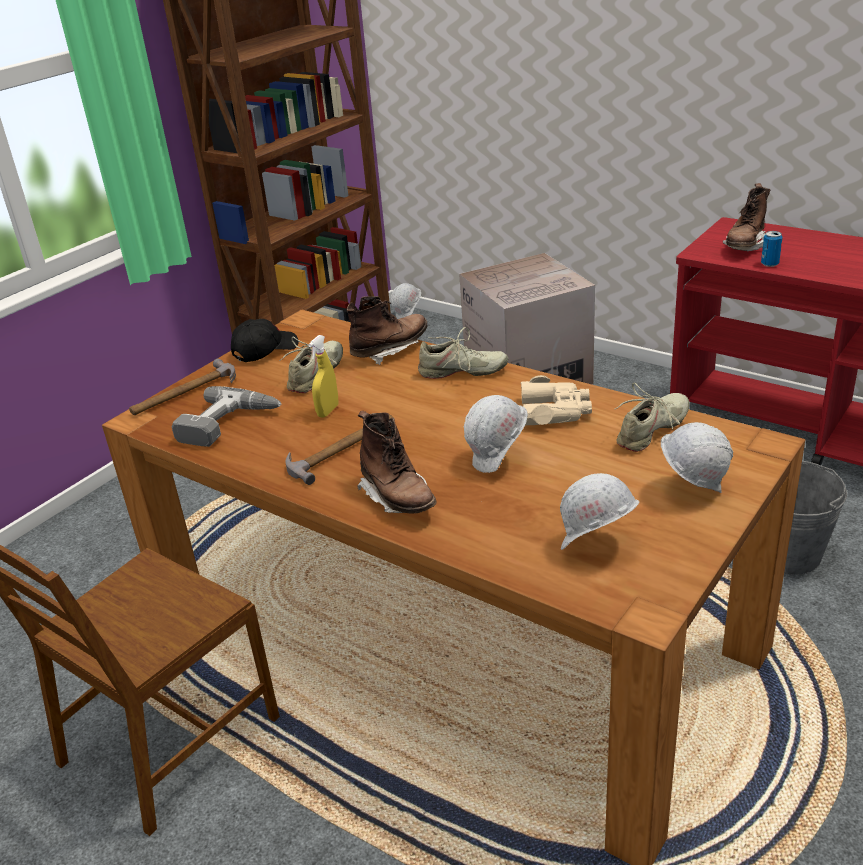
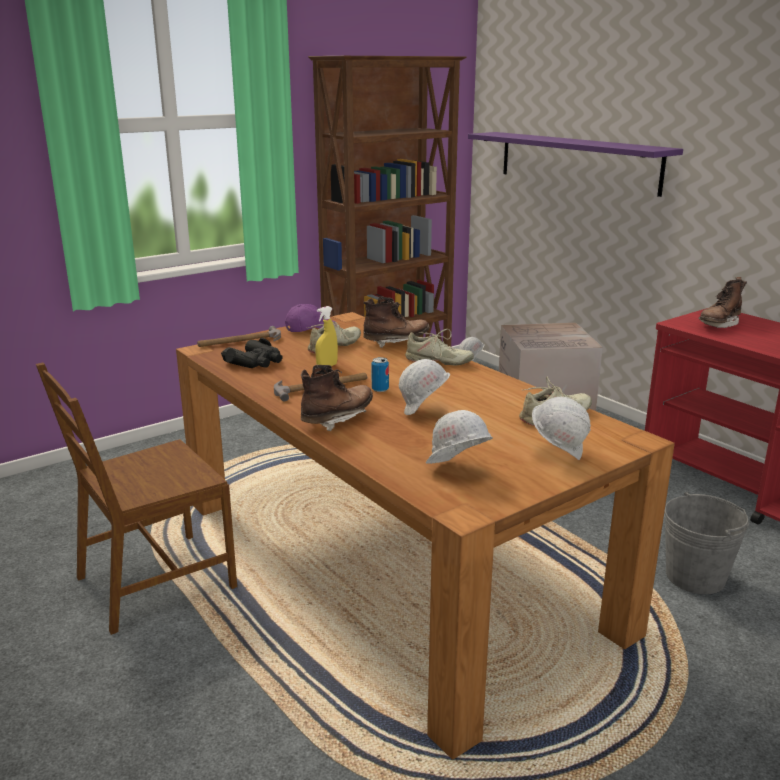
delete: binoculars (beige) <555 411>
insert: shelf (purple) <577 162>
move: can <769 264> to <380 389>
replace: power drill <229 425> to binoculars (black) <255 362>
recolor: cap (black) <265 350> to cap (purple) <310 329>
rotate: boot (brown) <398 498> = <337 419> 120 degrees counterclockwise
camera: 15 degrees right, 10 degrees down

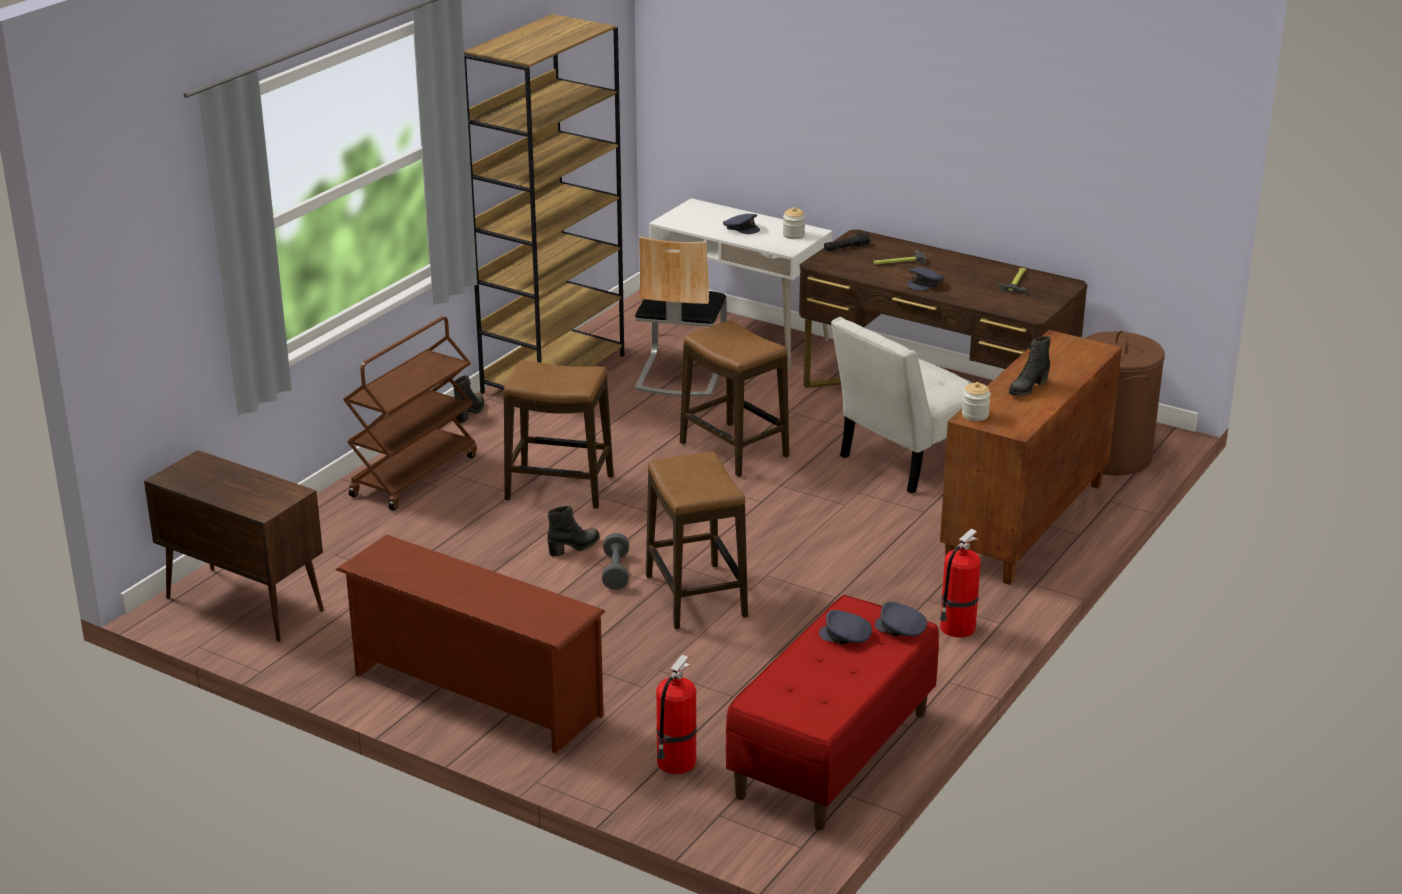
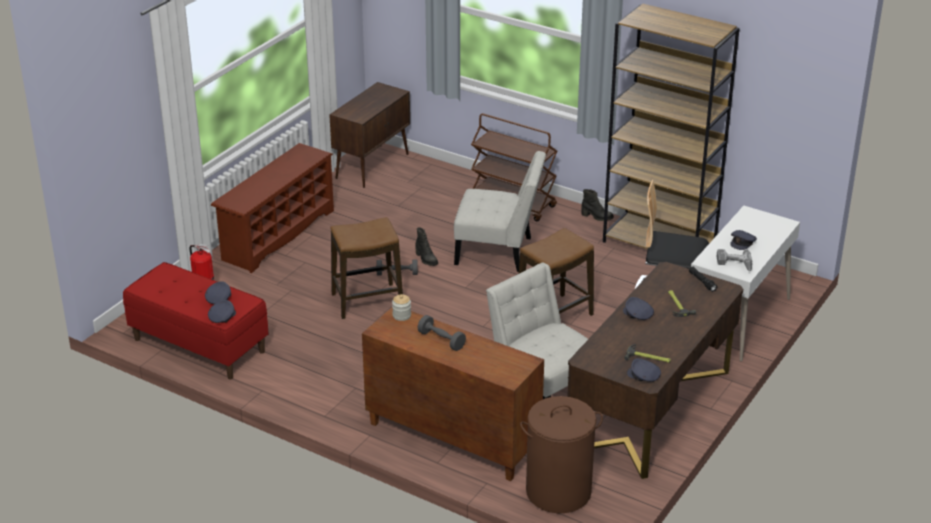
delete: fire extinguisher <956 628>
insert: cap (grey) <643 376>
replace: stool <560 488> to chair (white) <498 252>; jar <793 235> to power drill <734 264>; boot (black) <1027 389> to dumbbell (grey) <441 340>
camera: 90 degrees right, 5 degrees up

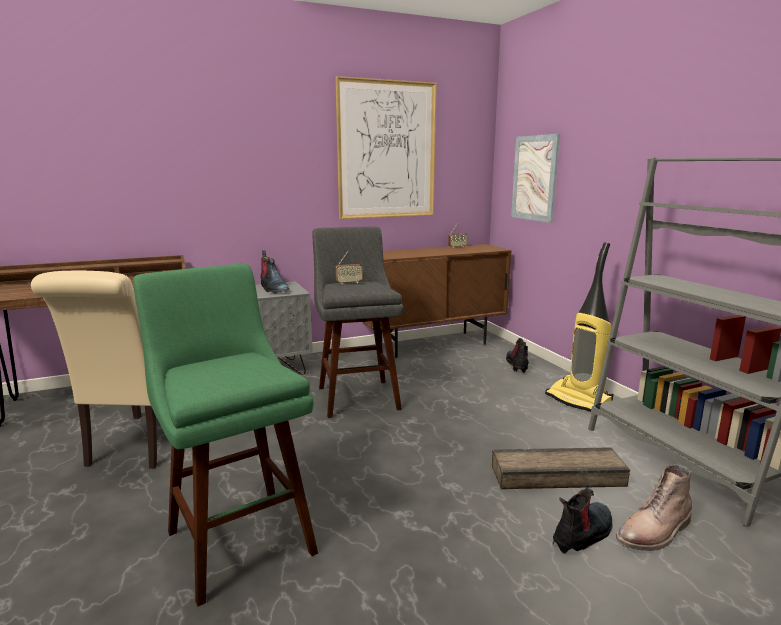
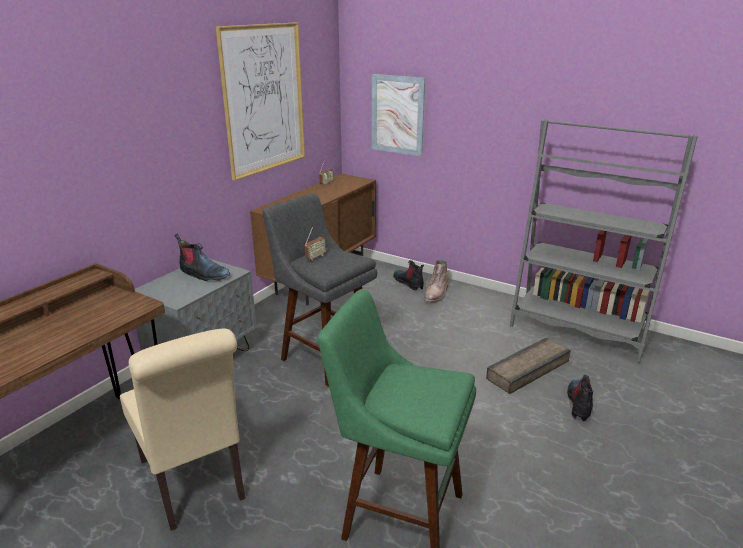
delete: vacuum cleaner <579 400>
move: boot (brown) <654 532> to <436 294>
camera: 35 degrees left, 10 degrees up

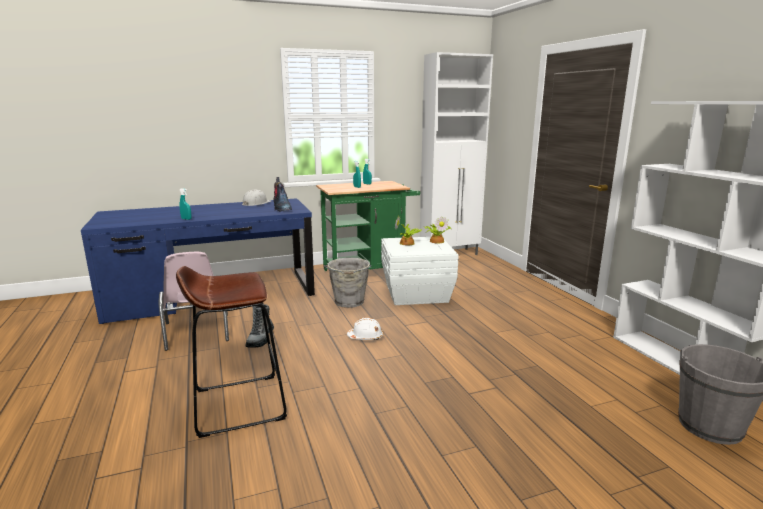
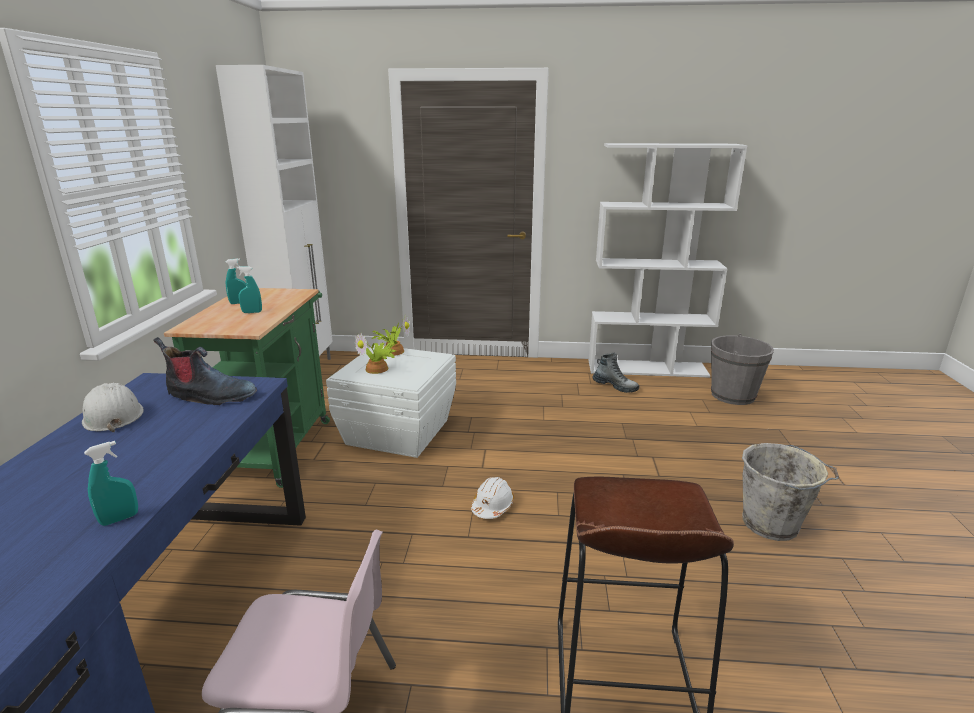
move: boot <260 338> to <615 386>; bucket (grey) <349 302> to <773 524>
camera: 65 degrees left, 5 degrees up

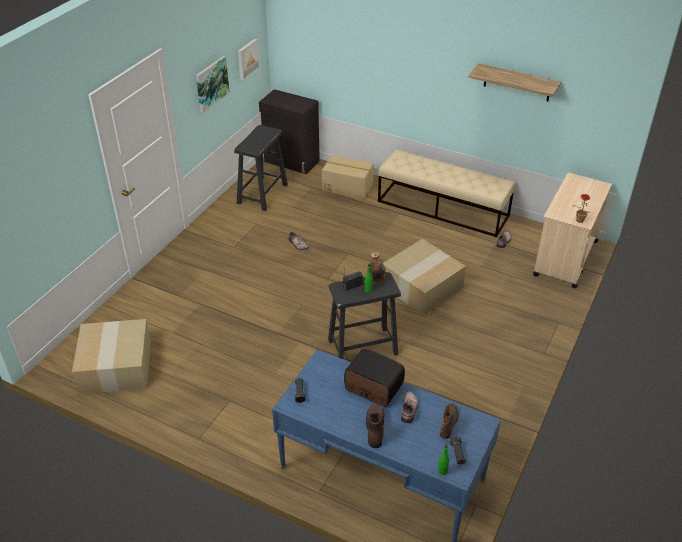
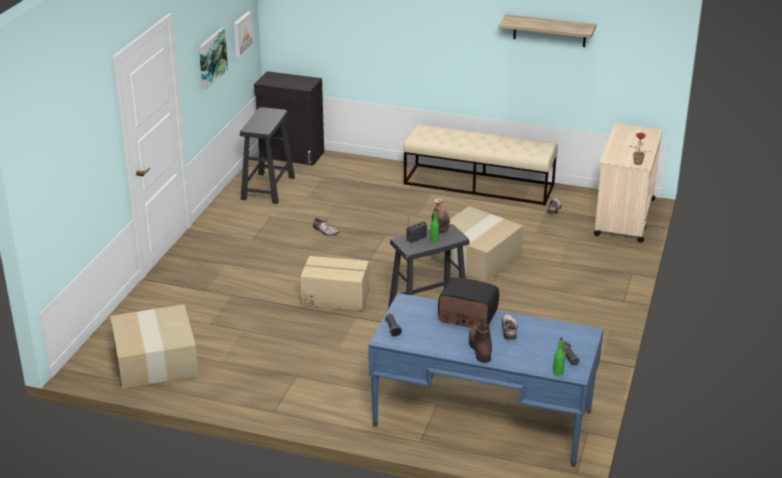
delete: boot <449 423>
move: cardboard box <347 187> to <335 297>
camera: 10 degrees left, 10 degrees down

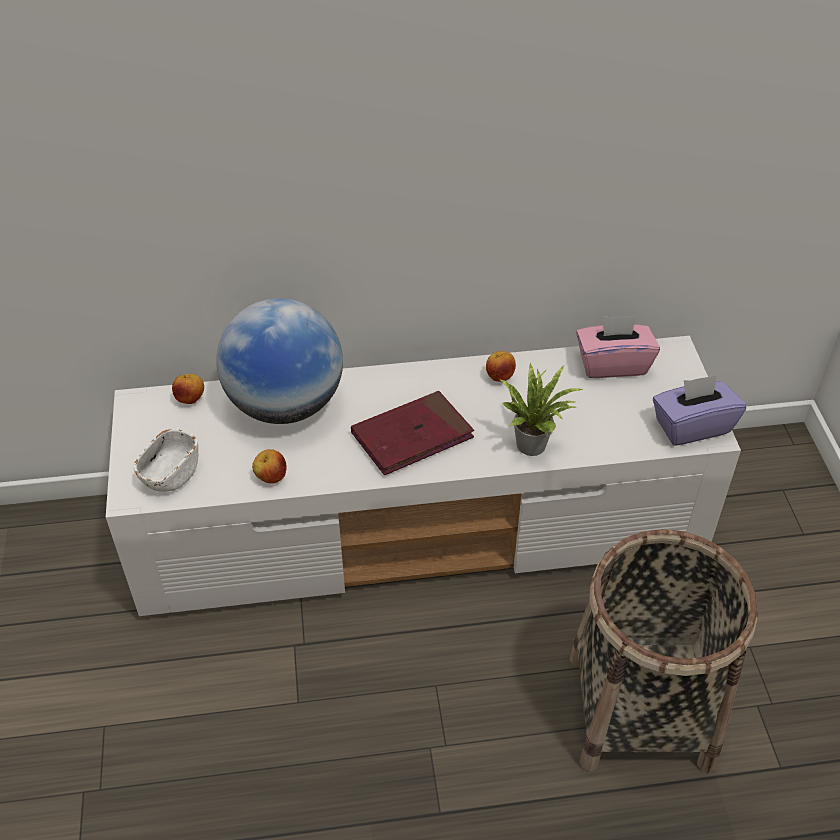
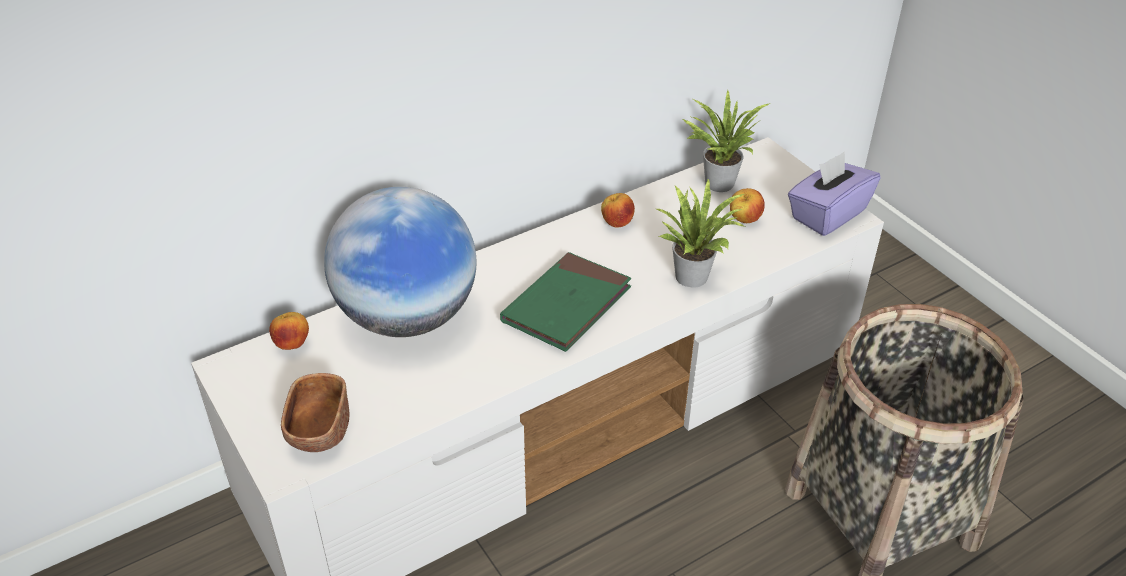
move: apple <271 477> to <744 220>
replace: tissue box (pink) <612 364> to potted plant <717 181>
recolor: bowl (white) <170 474> to bowl (brown) <319 430>; book (red) <412 436> to book (green) <566 306>
camera: 25 degrees left, 5 degrees down

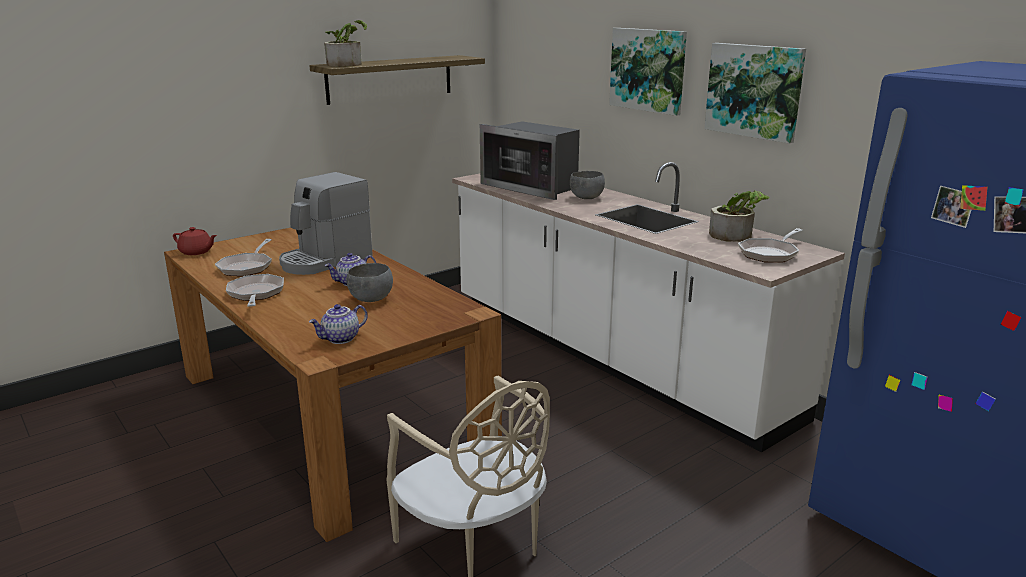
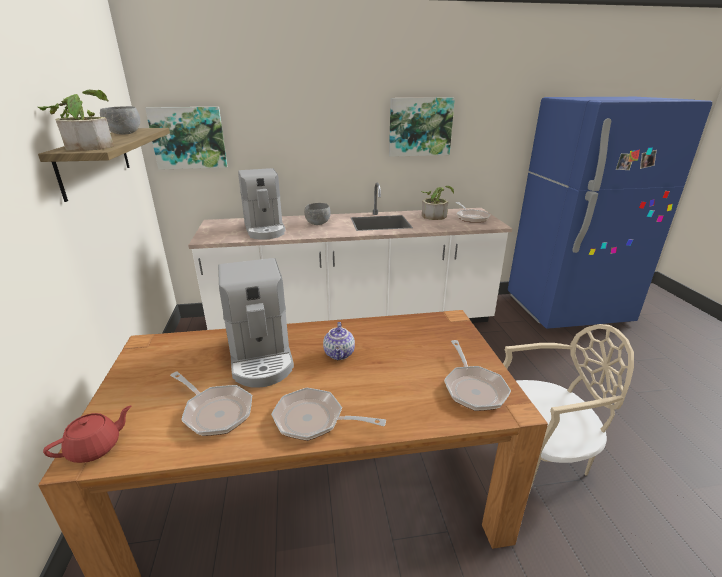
move: bowl (grey) <371 300> to <125 134>; picture <648 70> to <188 138>
replace: teapot <341 339> to frying pan <473 388>; microwave <532 187> to coffee machine <265 229>
camera: 60 degrees left, 5 degrees up

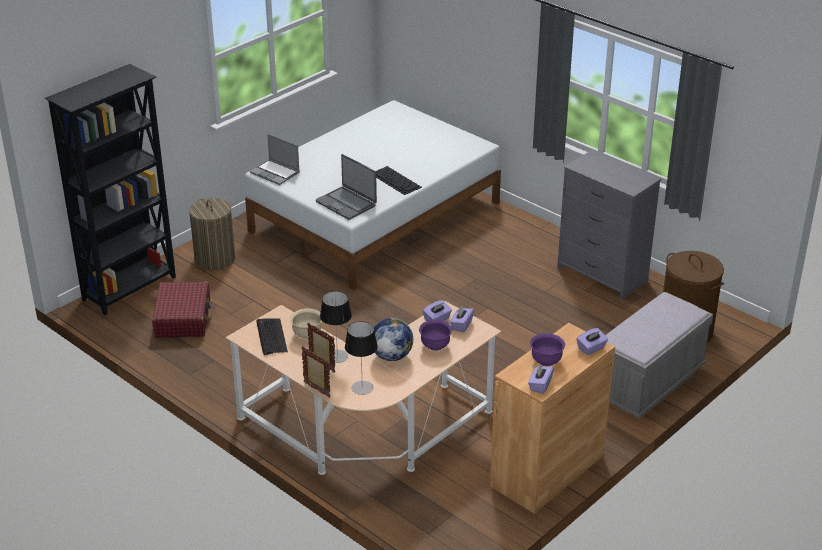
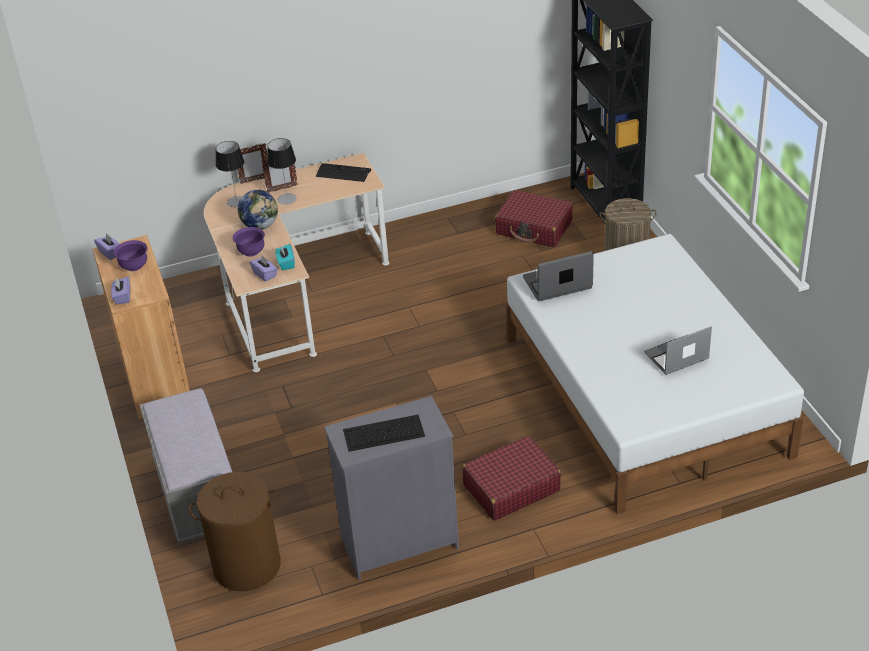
delete: bowl (beige) <307 334>
insert: suitcase (red) <511 487>
move: laptop <276 173> to <676 357>; keyboard <396 180> to <383 433>
recolor: tissue box (purple) <437 319> to tissue box (turquoise) <286 263>
camera: 120 degrees right, 5 degrees up

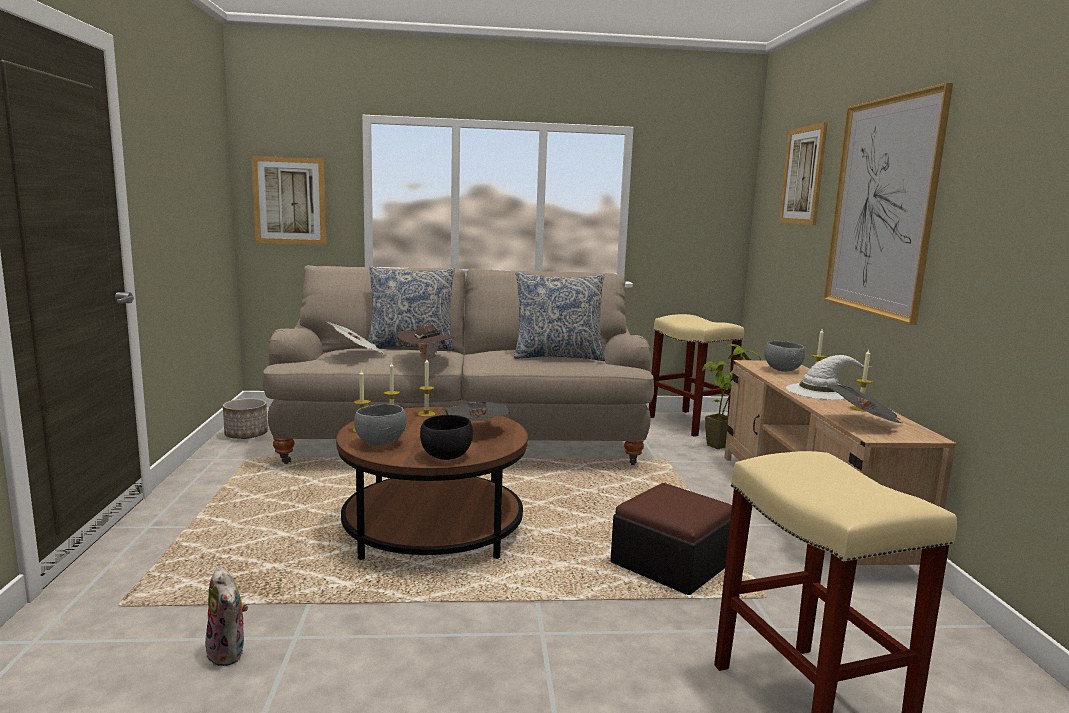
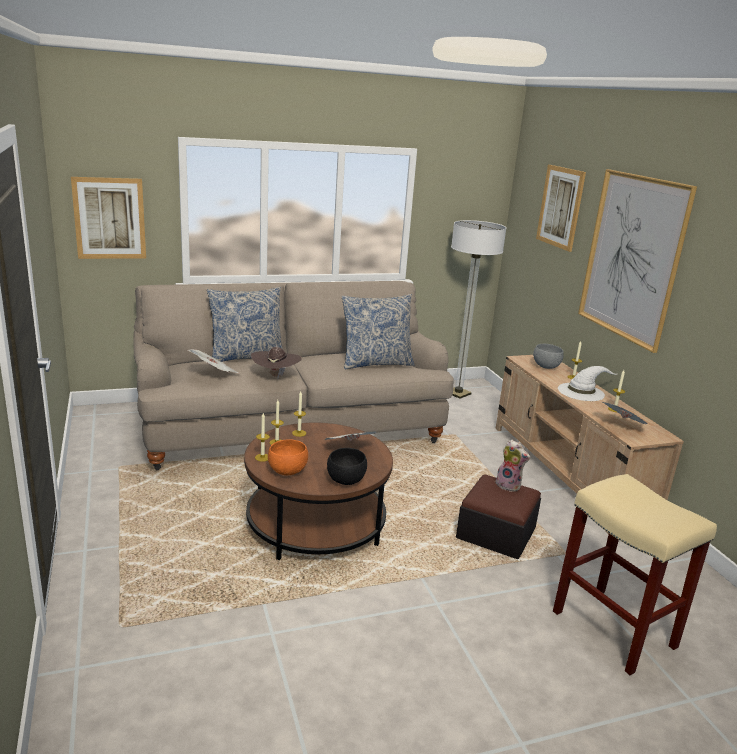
delete: planter <246 435>; potted plant <724 445>
move: plush toy <229 653> to <509 485>
replace: stool (beige) <691 423> to floor lamp <458 393>
recolor: bowl (grey) <381 443> to bowl (orange) <287 471>
camera: 15 degrees left, 10 degrees up

